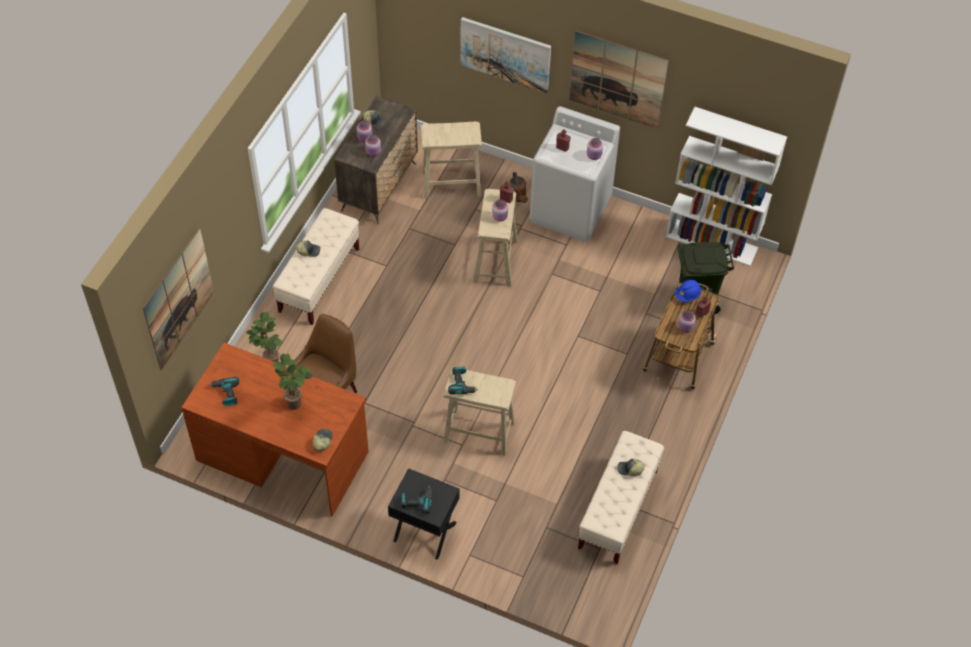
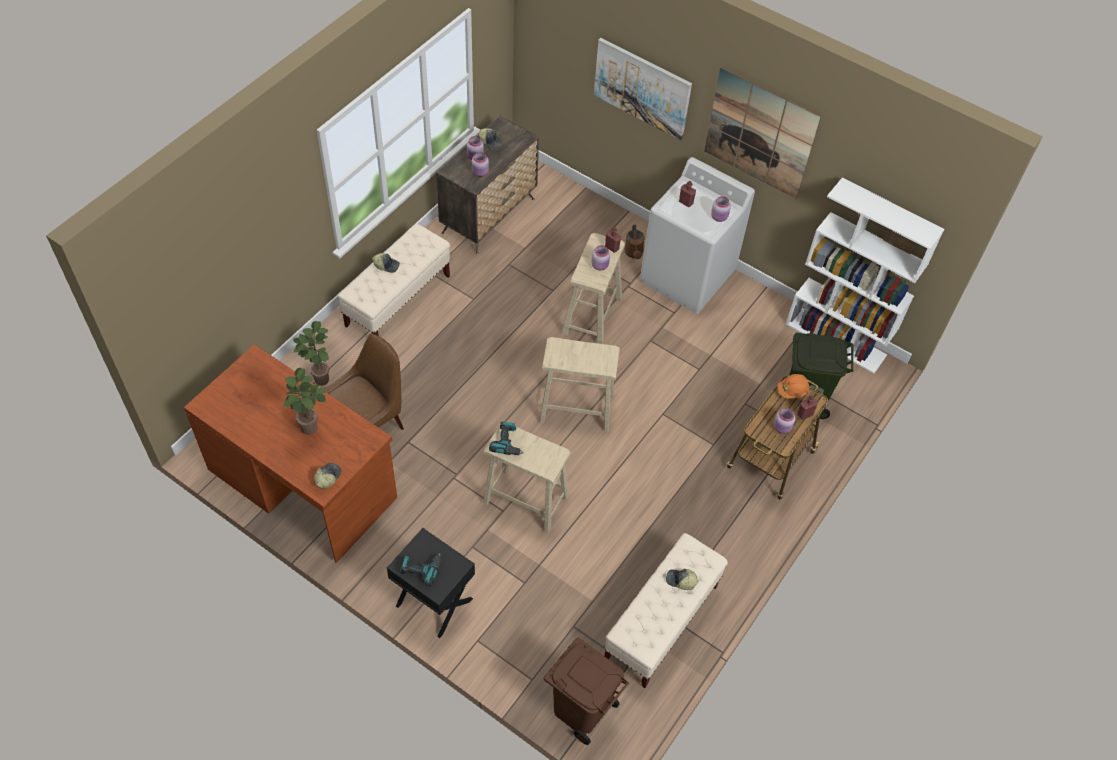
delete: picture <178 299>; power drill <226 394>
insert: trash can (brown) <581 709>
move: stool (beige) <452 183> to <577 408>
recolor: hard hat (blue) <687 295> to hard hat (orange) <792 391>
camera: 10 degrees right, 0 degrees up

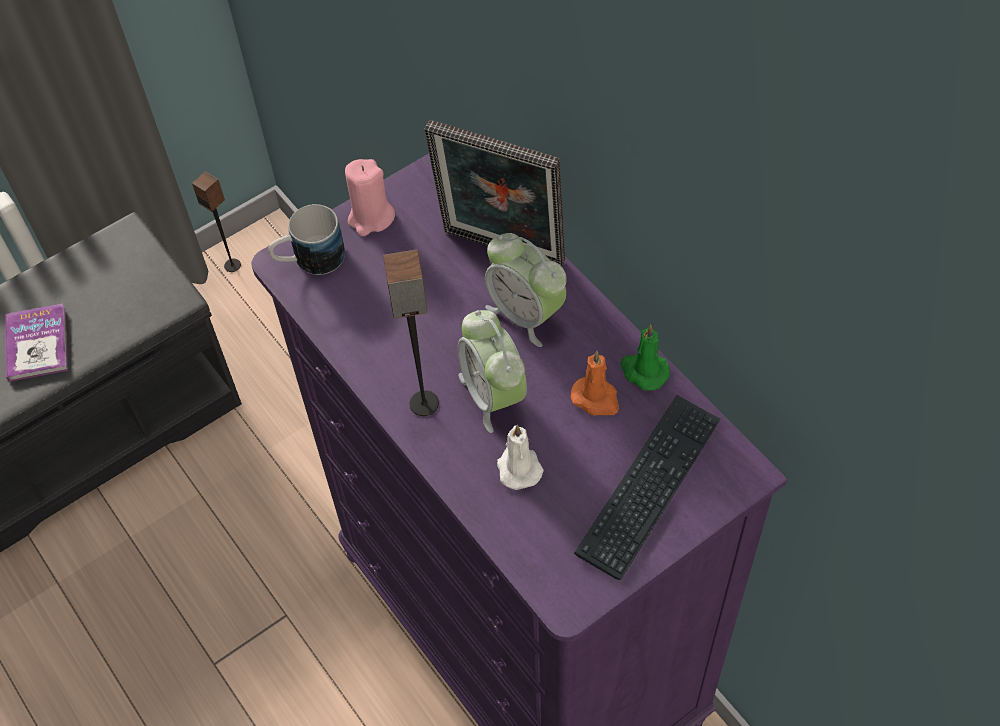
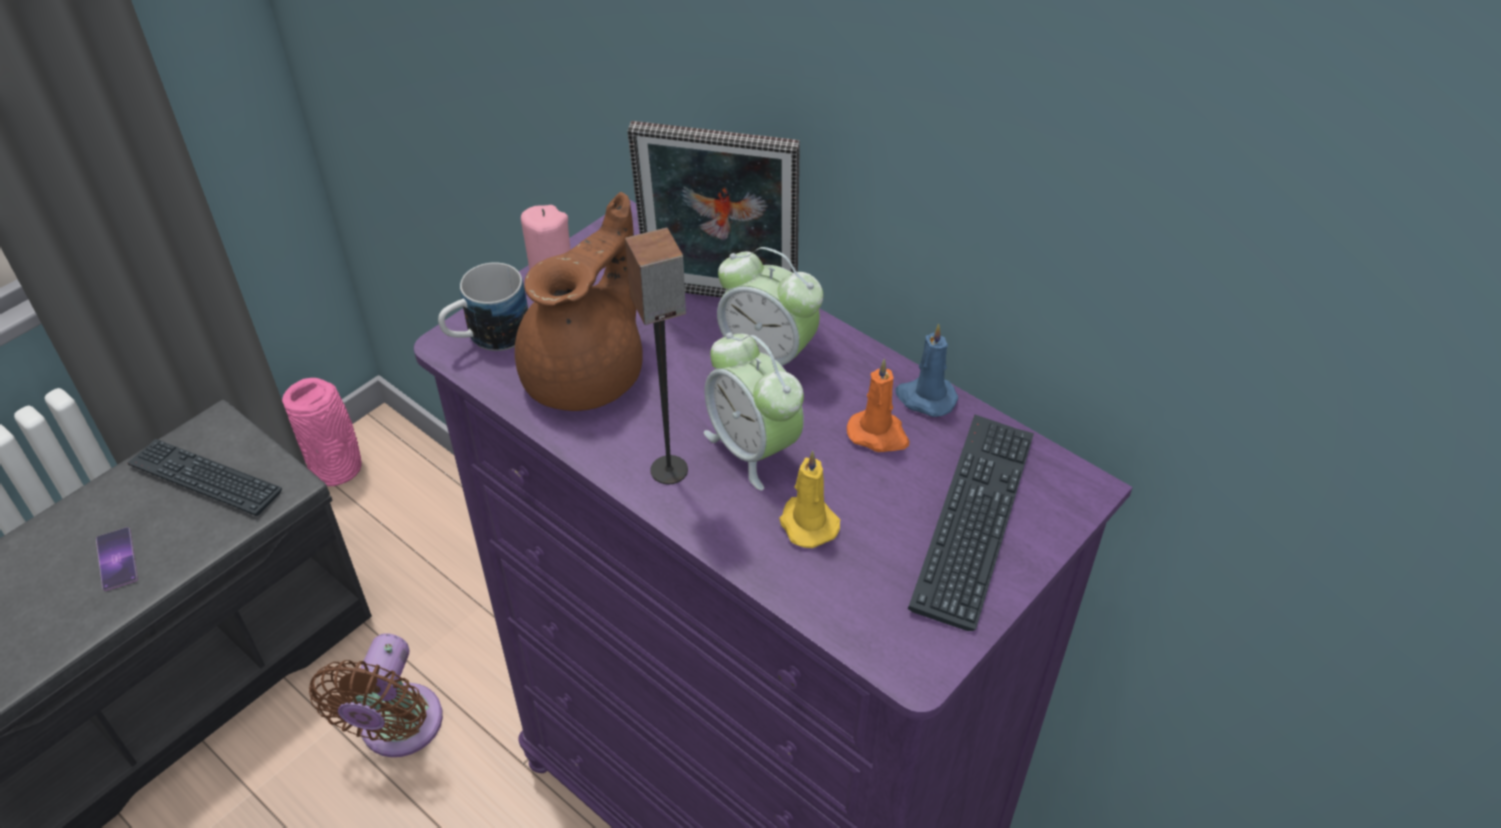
insert: keyboard <205 479>; fan (brown) <397 729>; teapot (brown) <588 373>
replace: book <37 344> to phone <117 559>; speaker <232 265> to vase (pink) <338 468>
recolor: candle (white) <518 467> to candle (yellow) <807 523>; candle (green) <643 371> to candle (blue) <925 398>
camera: 15 degrees left, 10 degrees down

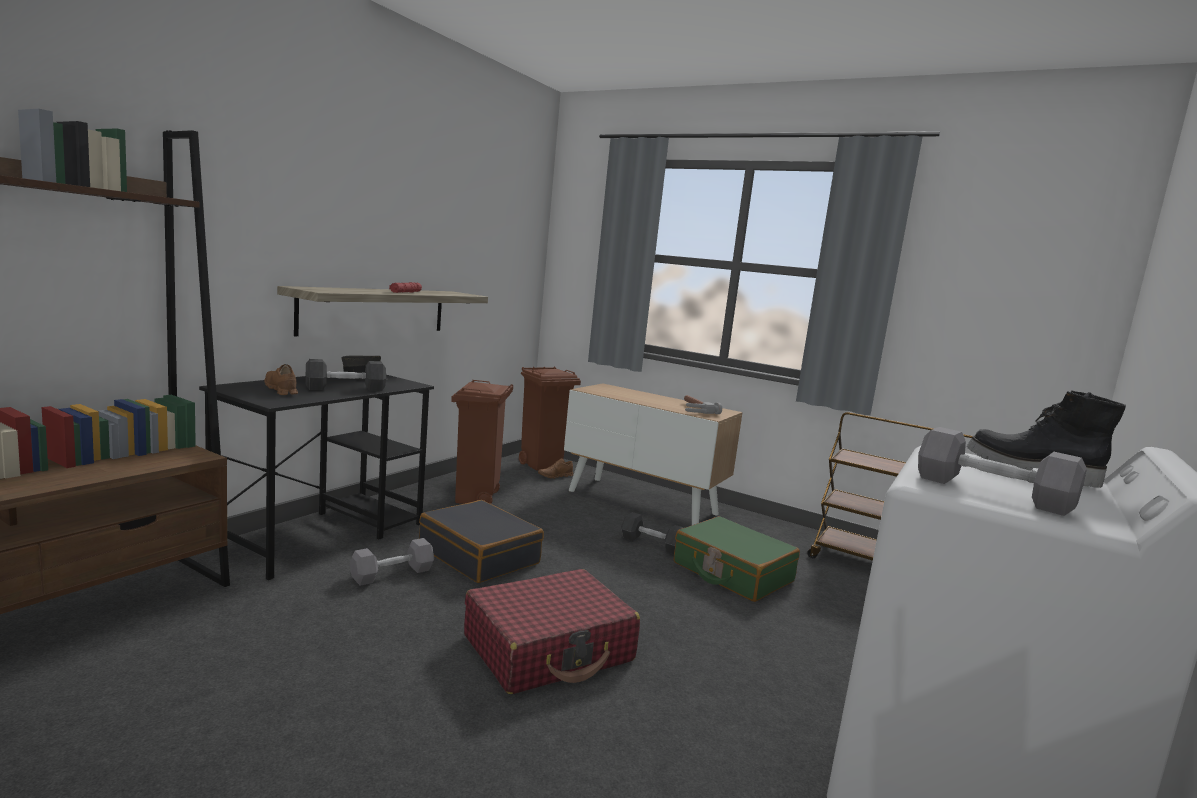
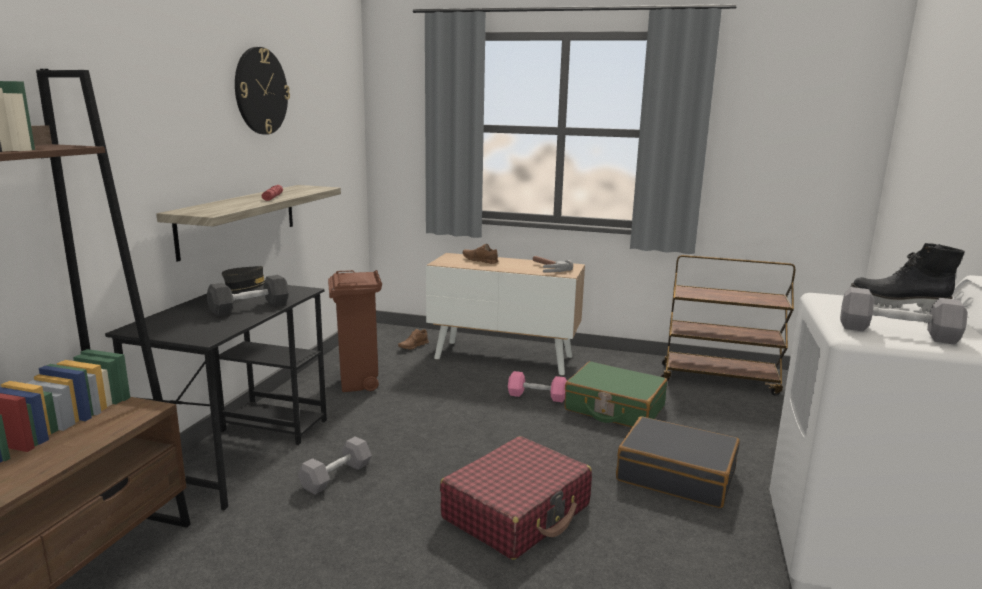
delete: trash can (brown) <542 465>
insert: wall clock <261 91>
move: shoe (brown) <281 390> to <480 260>; suitcase (black) <479 555> to <676 475>
recolor: dumbbell (black) <652 544> to dumbbell (pink) <537 396>
camera: 15 degrees left, 5 degrees up

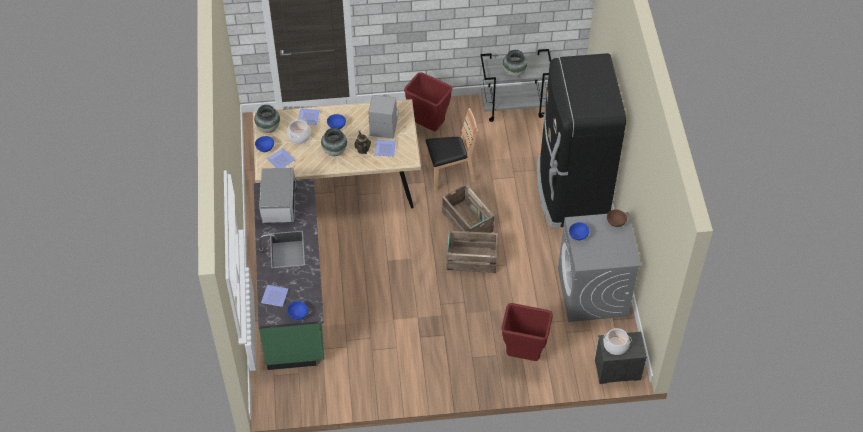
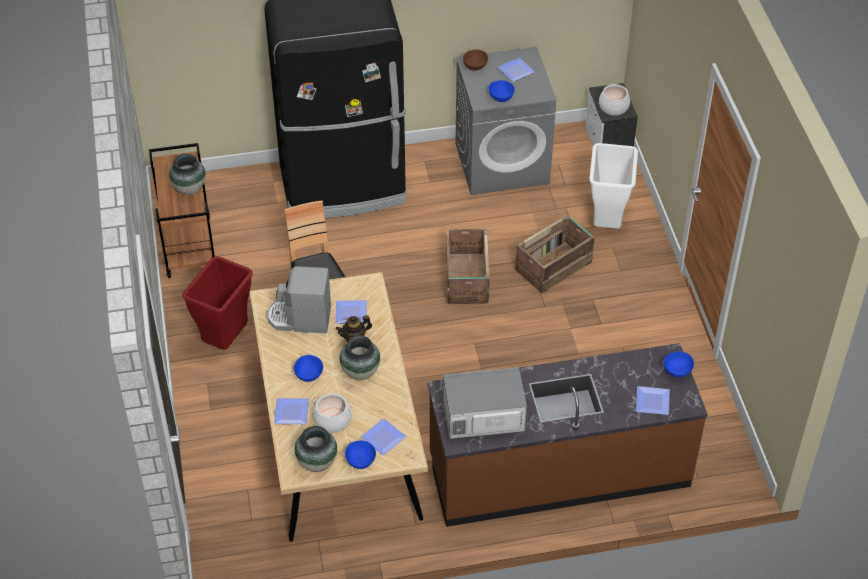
insert: plate <517 71>
move: crate <467 222> to <554 266>
recolor: counter (green) <294 295> to counter (brown) <559 471>; cart (grey) <514 107> to cart (brown) <188 246>; trash can (red) <523 355> to trash can (white) <607 223>
camera: 95 degrees left, 5 degrees down

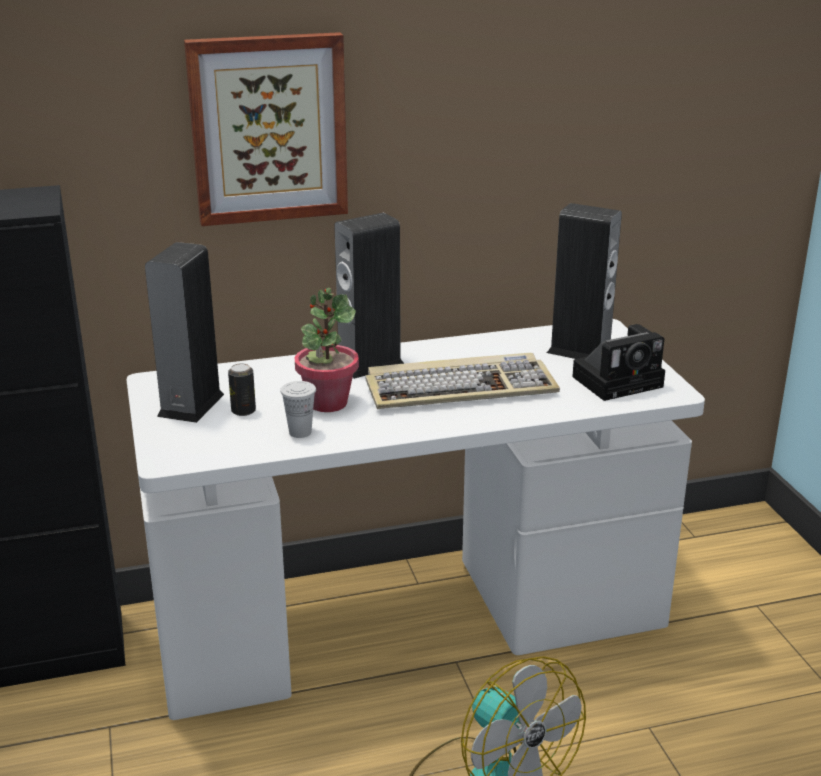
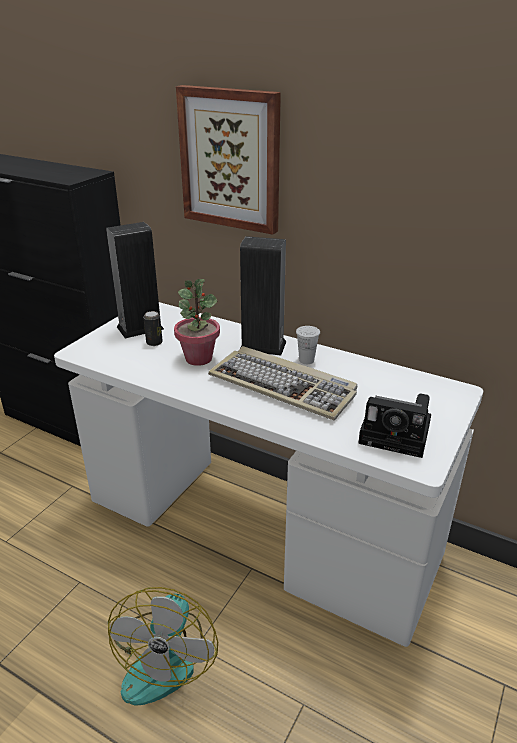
delete: speaker <580 351>
move: cup (white) <300 432> to <306 360>
camera: 45 degrees right, 5 degrees up

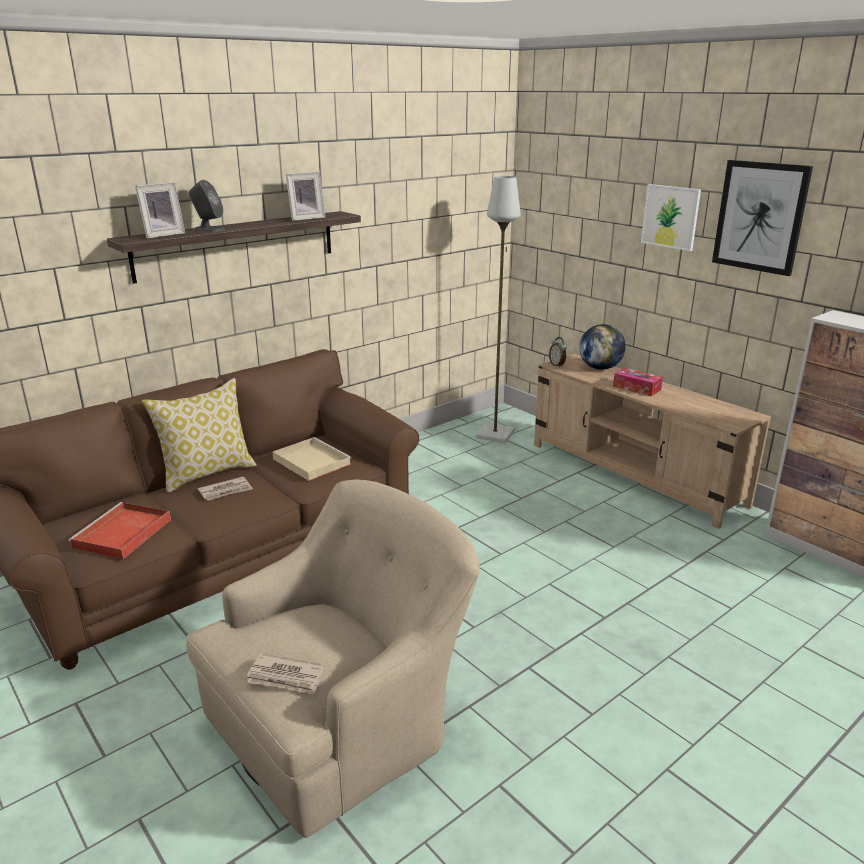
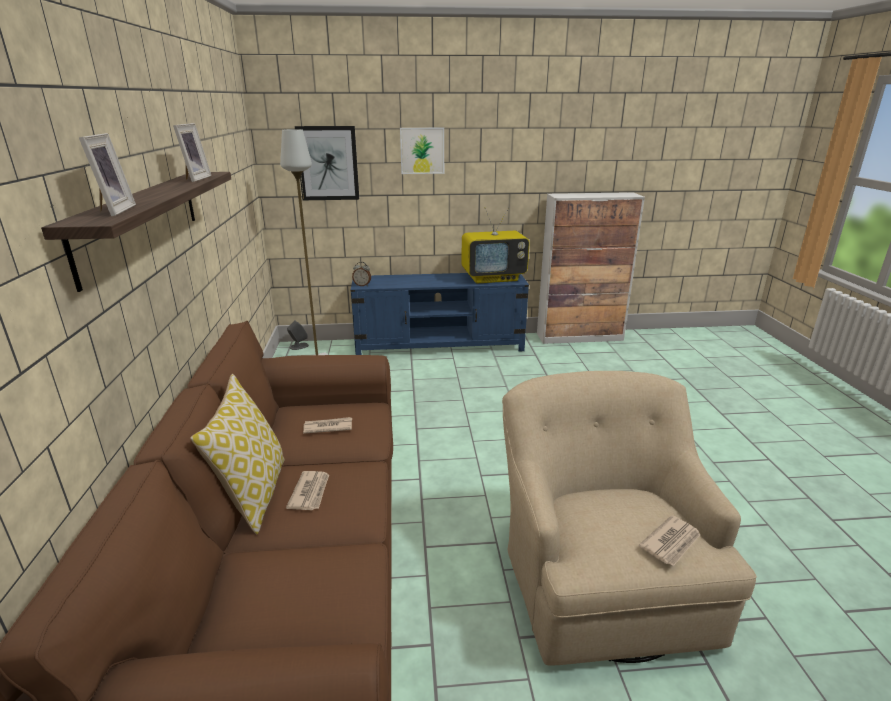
delete: tray (red) <122 534>; globe <600 368>; tissue box <636 388>
insert: television <493 278>
move: speaker (grey) <208 229> to <299 346>; picture <760 217> to <328 163>
replace: tray (beige) <310 461> to newspaper <327 427>
recolor: tv stand (beige) <635 474> to tv stand (blue) <440 345>
camera: 55 degrees left, 0 degrees up

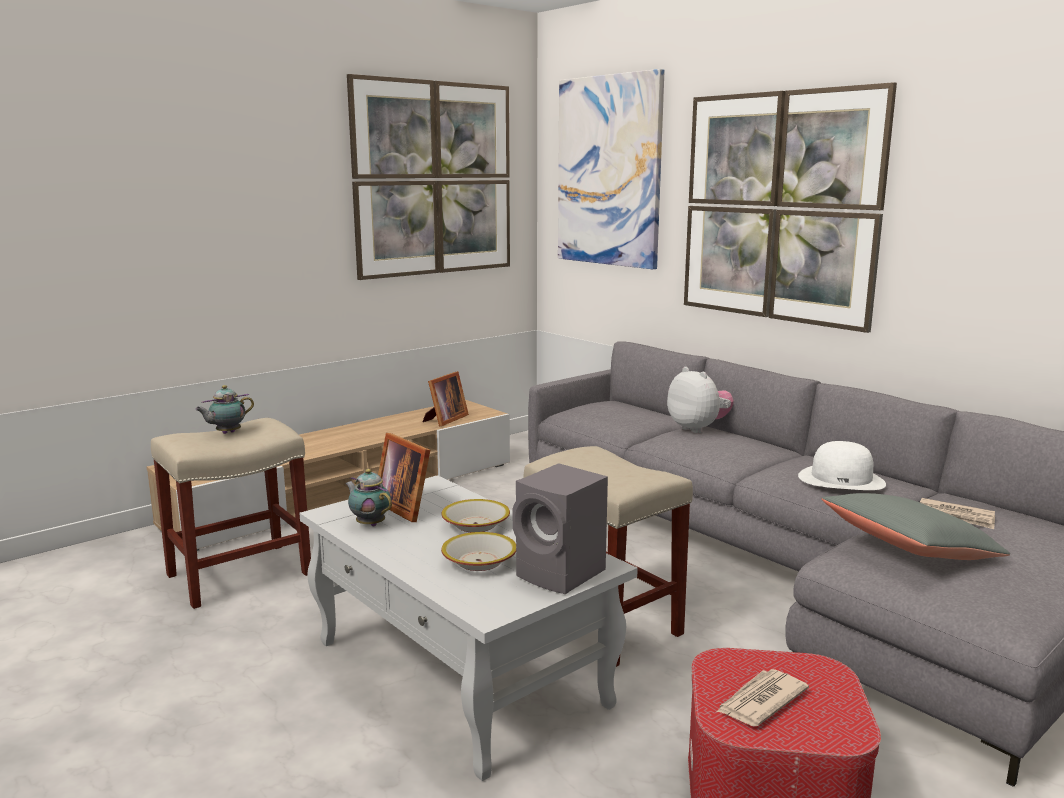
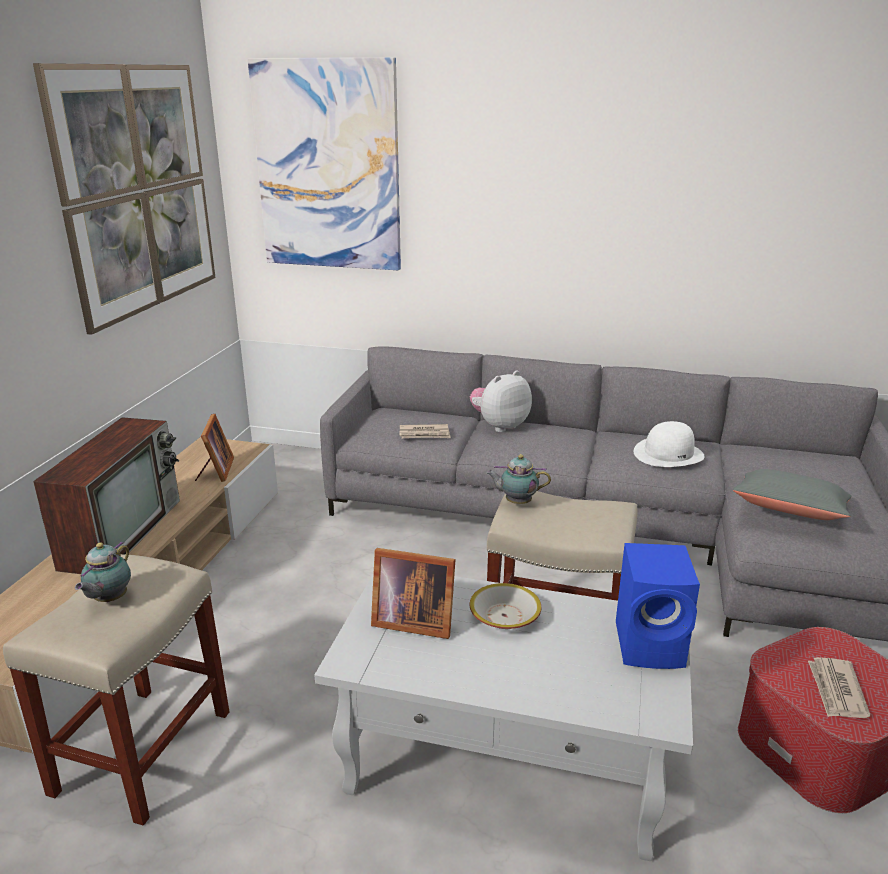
delete: bowl <478 561>; picture <779 207>
insert: television <123 531>
move: teapot <369 524> to <516 502>; newspaper <956 516> to <424 434>
recolor: speaker (grey) <562 574> to speaker (blue) <652 645>
rotate: plush toy <698 429> = <499 426> 60 degrees counterclockwise
camera: 35 degrees left, 10 degrees up

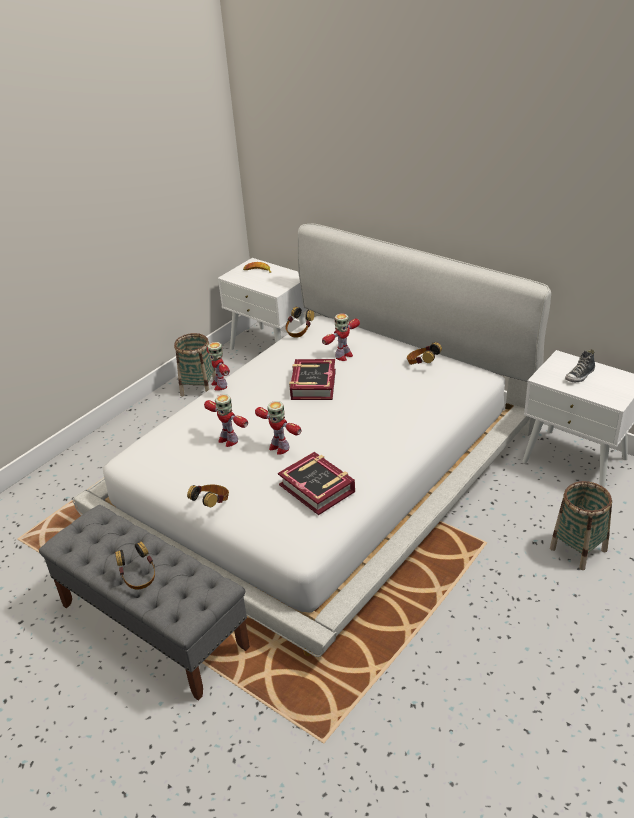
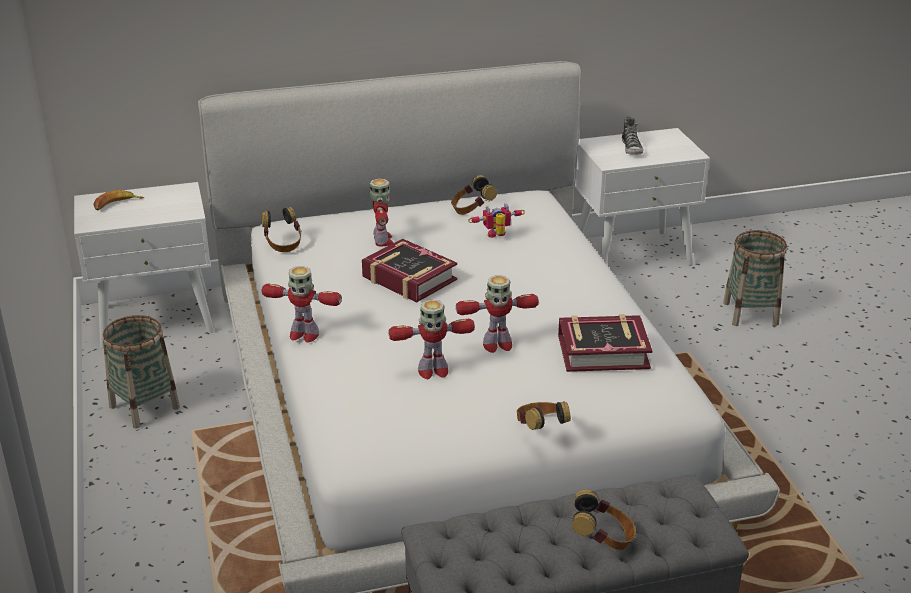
insert: toy robot <497 236>
camera: 55 degrees left, 5 degrees down

